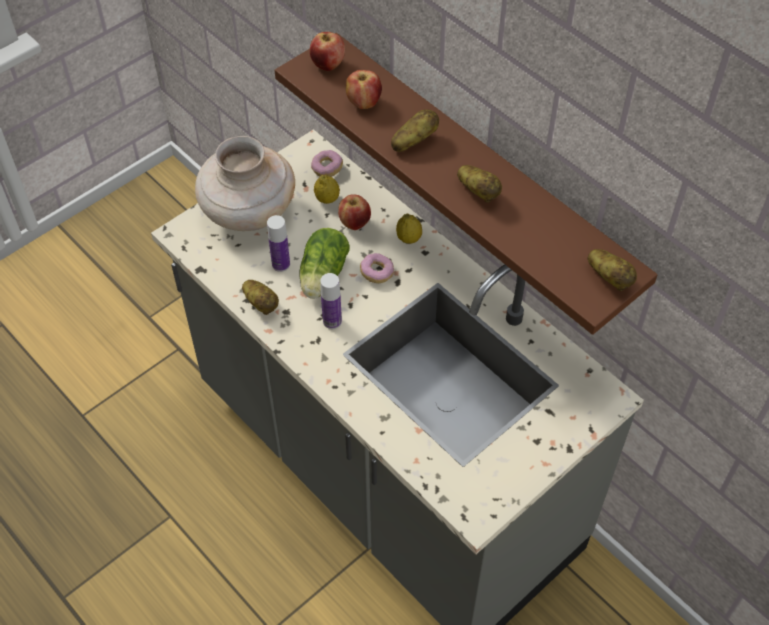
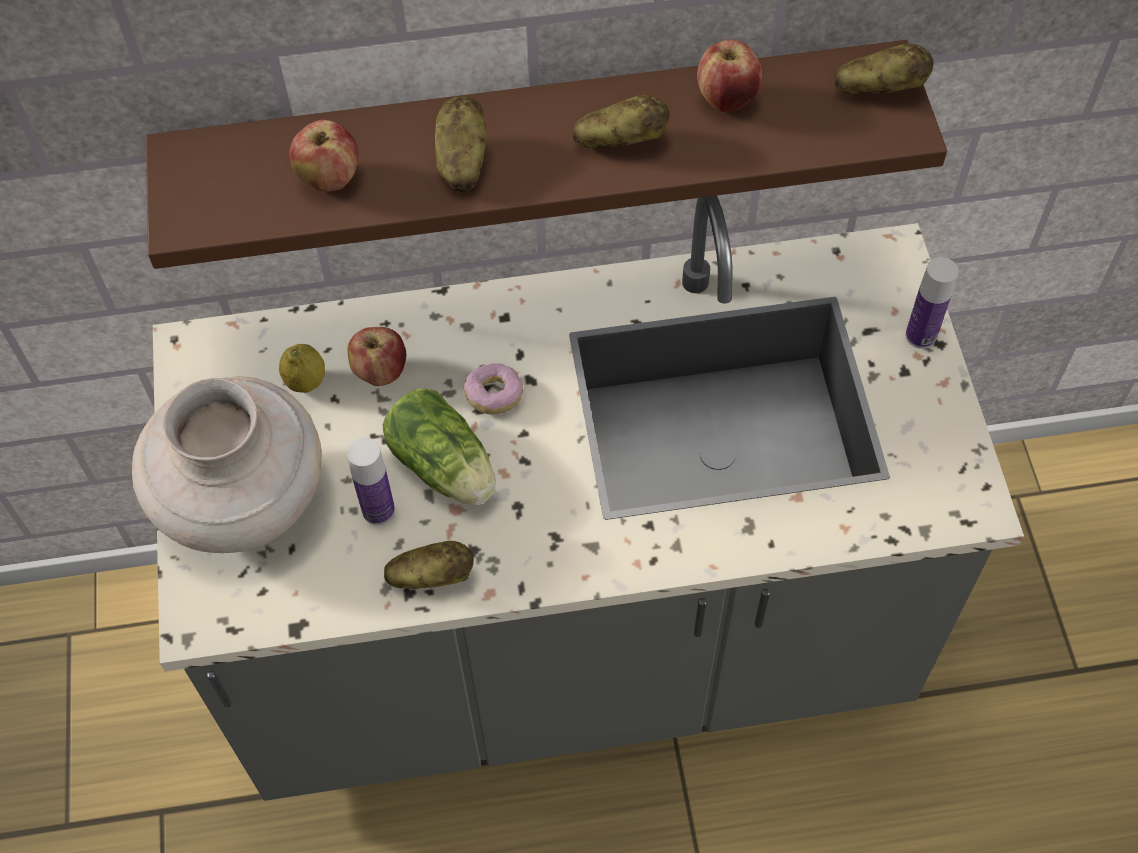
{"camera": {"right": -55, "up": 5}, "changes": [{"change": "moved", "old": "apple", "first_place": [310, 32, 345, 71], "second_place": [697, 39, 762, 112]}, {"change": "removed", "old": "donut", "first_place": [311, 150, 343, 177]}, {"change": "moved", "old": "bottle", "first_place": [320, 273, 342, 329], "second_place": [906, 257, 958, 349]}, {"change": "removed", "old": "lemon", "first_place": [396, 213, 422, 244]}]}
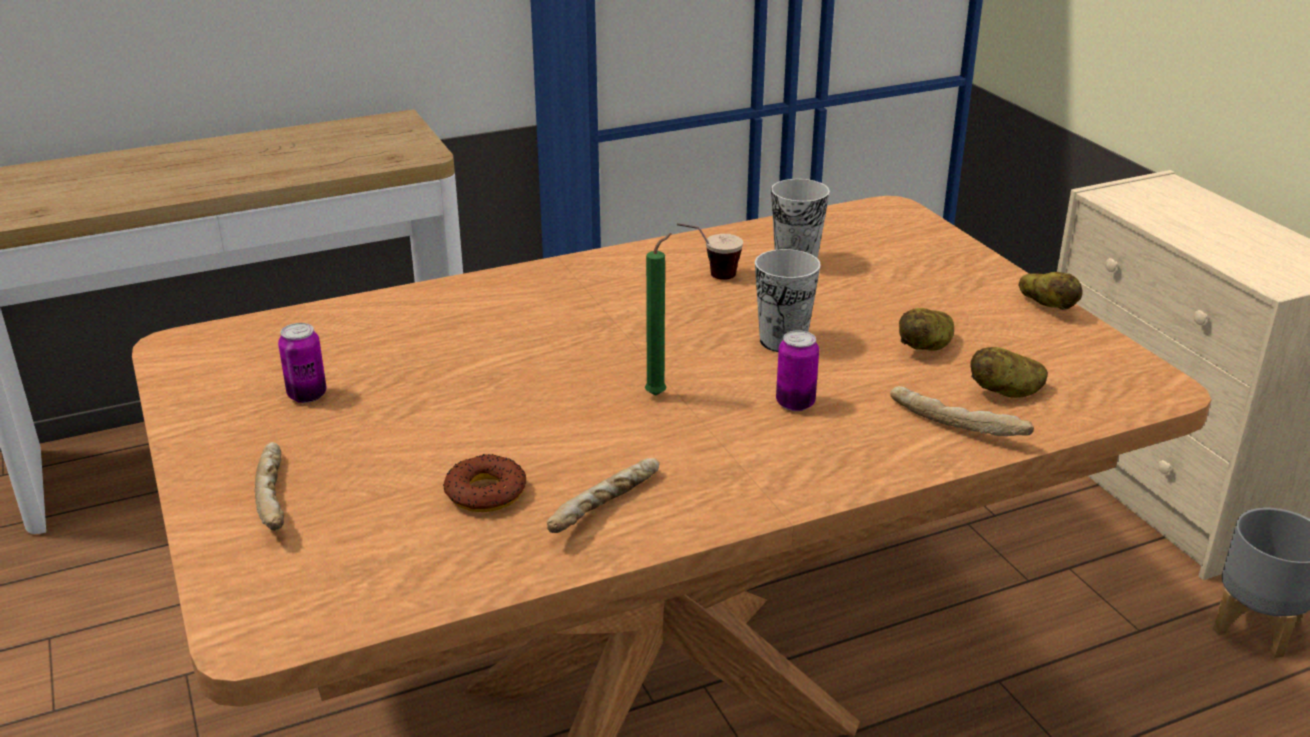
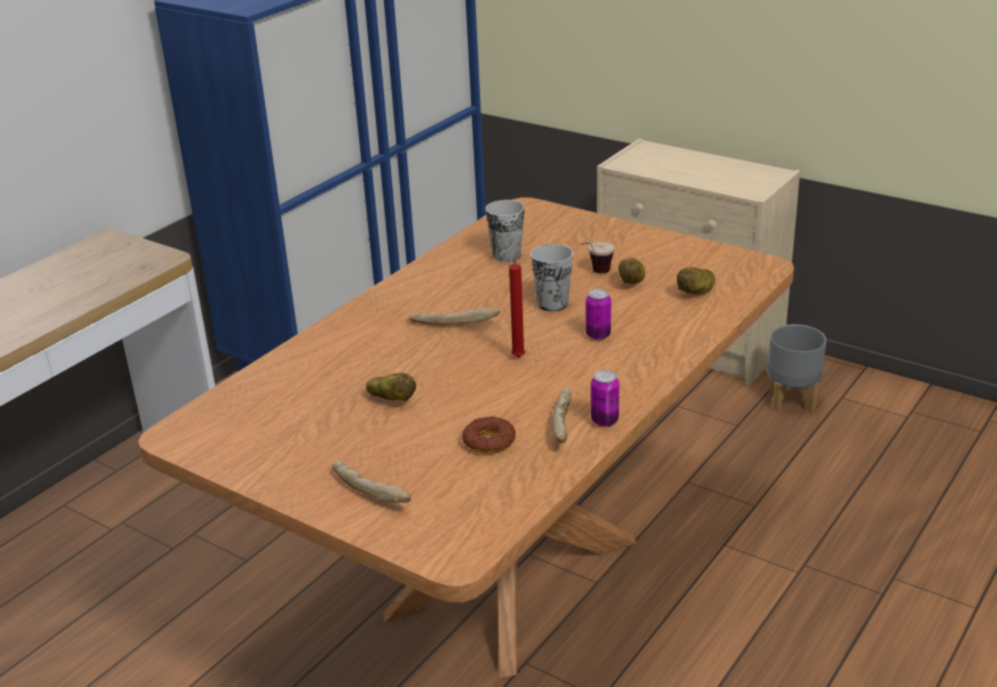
{"camera": {"right": -30, "up": 0}, "changes": [{"change": "moved", "old": "can", "first_place": [278, 323, 326, 403], "second_place": [591, 370, 619, 427]}, {"change": "recoloured", "old": "green candle", "new": "red candle", "first_place": [645, 233, 672, 396], "second_place": [509, 251, 525, 358]}, {"change": "moved", "old": "cup", "first_place": [677, 223, 743, 280], "second_place": [580, 242, 614, 273]}, {"change": "moved", "old": "bread", "first_place": [890, 386, 1034, 436], "second_place": [409, 307, 500, 326]}, {"change": "moved", "old": "potato", "first_place": [1019, 272, 1083, 310], "second_place": [366, 373, 416, 401]}]}
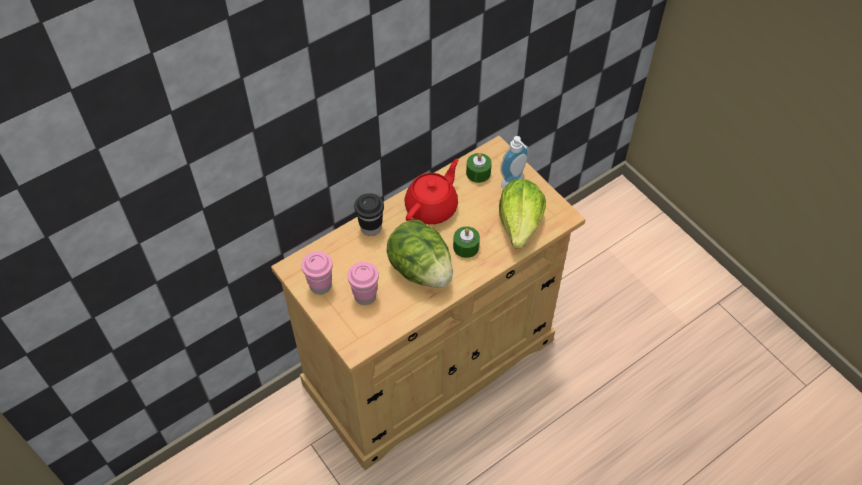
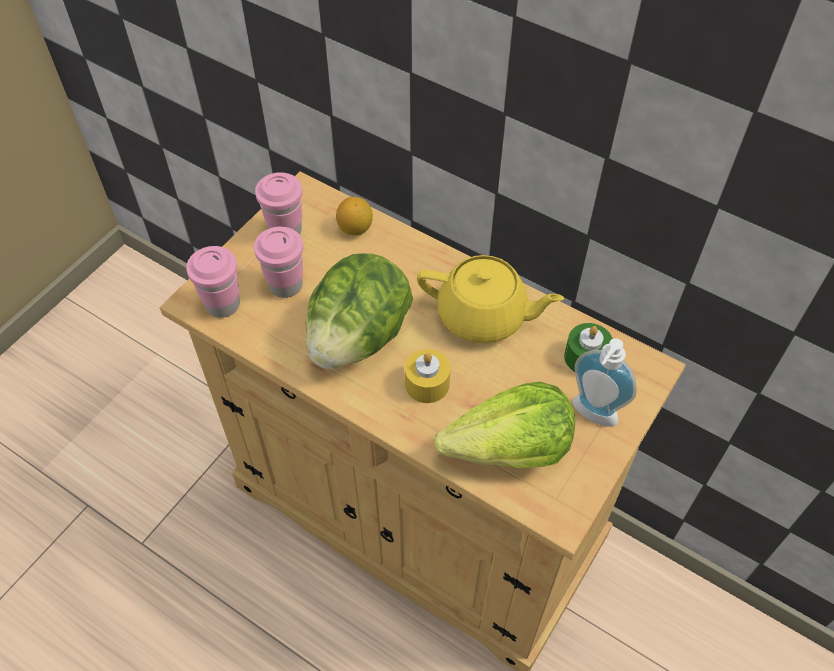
{"camera": {"right": 70, "up": 0}, "changes": [{"change": "removed", "old": "black cup", "first_place": [354, 193, 384, 236]}, {"change": "recoloured", "old": "red teapot", "new": "yellow teapot", "first_place": [405, 159, 458, 224], "second_place": [417, 255, 564, 343]}, {"change": "recoloured", "old": "green candle", "new": "yellow candle", "first_place": [453, 226, 480, 258], "second_place": [405, 349, 450, 403]}, {"change": "added", "new": "pink cup", "second_place": [186, 246, 240, 318]}, {"change": "added", "new": "lemon", "second_place": [336, 197, 373, 235]}]}
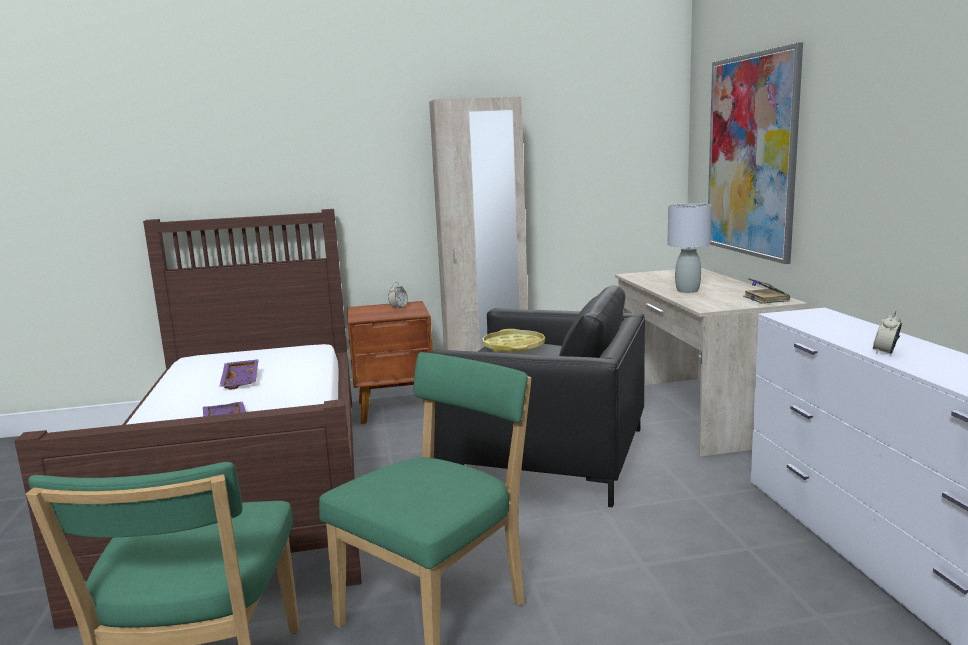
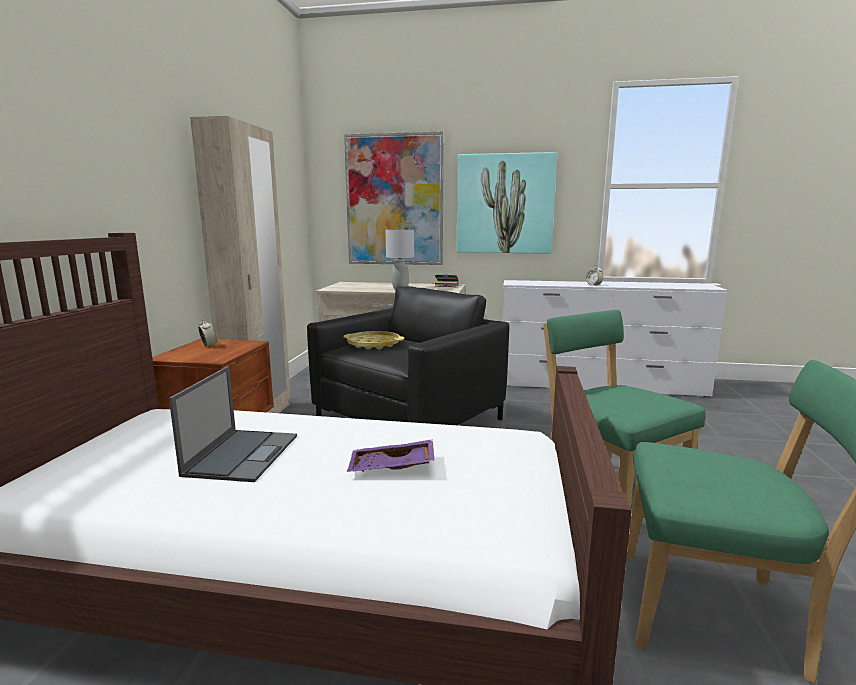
{"camera": {"right": -70, "up": 0}, "changes": [{"change": "replaced", "old": "purple tray", "new": "laptop", "first_place": [219, 359, 259, 390], "second_place": [169, 366, 297, 482]}, {"change": "added", "new": "picture", "second_place": [457, 152, 557, 254]}]}
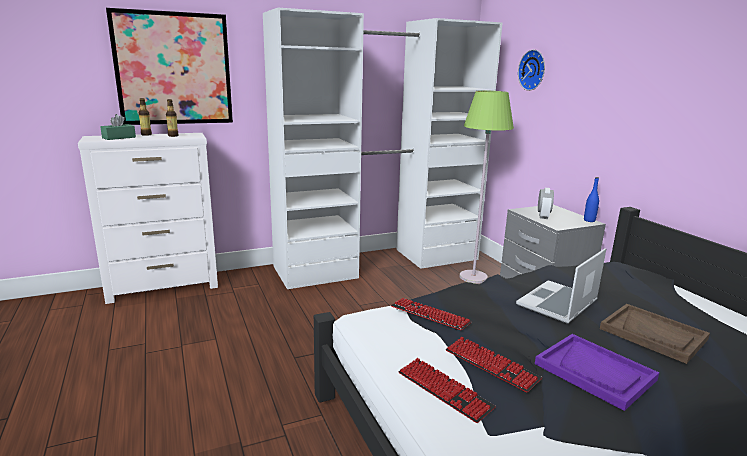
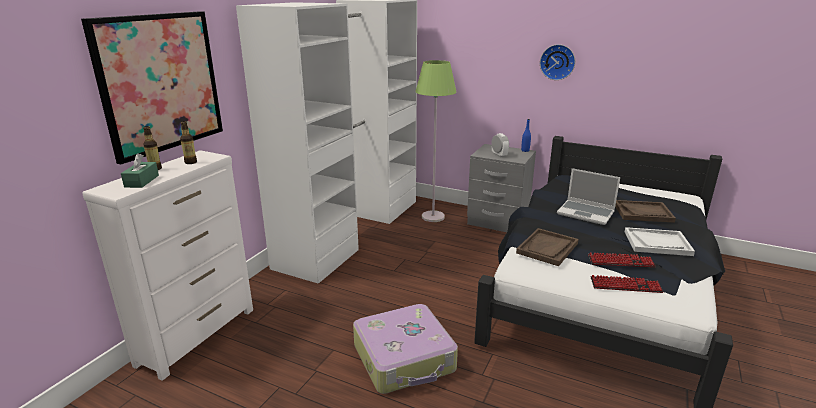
{"camera": {"right": -40, "up": 5}, "changes": [{"change": "replaced", "old": "keyboard", "new": "brown tray", "first_place": [391, 298, 471, 330], "second_place": [516, 228, 578, 266]}, {"change": "turned", "old": "laptop", "first_place": [516, 248, 606, 324], "second_place": [557, 168, 620, 225], "degrees": -60}, {"change": "moved", "old": "wall clock", "first_place": [518, 50, 545, 91], "second_place": [540, 44, 575, 80]}, {"change": "recoloured", "old": "purple tray", "new": "white tray", "first_place": [535, 334, 659, 411], "second_place": [625, 227, 695, 256]}, {"change": "added", "new": "suitcase", "second_place": [353, 304, 458, 394]}]}
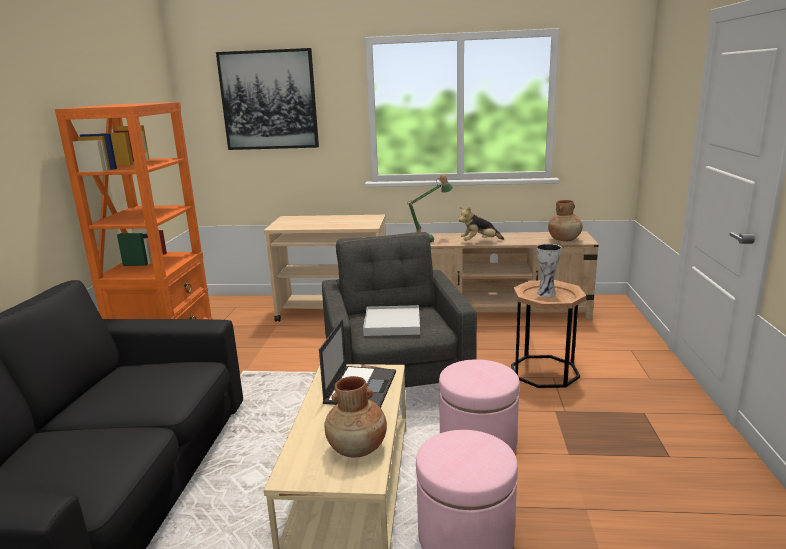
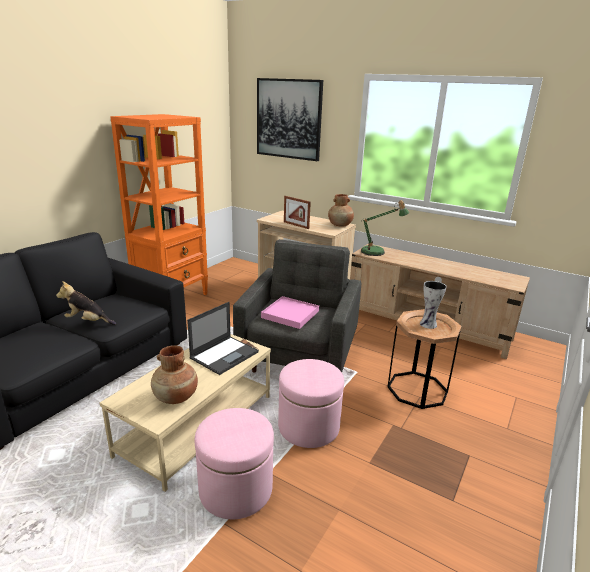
{"camera": {"right": 25, "up": 5}, "changes": [{"change": "recoloured", "old": "white tray", "new": "pink tray", "first_place": [363, 305, 420, 336], "second_place": [261, 296, 319, 329]}, {"change": "moved", "old": "plush toy", "first_place": [459, 207, 504, 241], "second_place": [56, 281, 116, 325]}, {"change": "moved", "old": "brown vase", "first_place": [548, 200, 583, 241], "second_place": [328, 194, 354, 227]}, {"change": "added", "new": "picture frame", "second_place": [284, 196, 311, 229]}]}
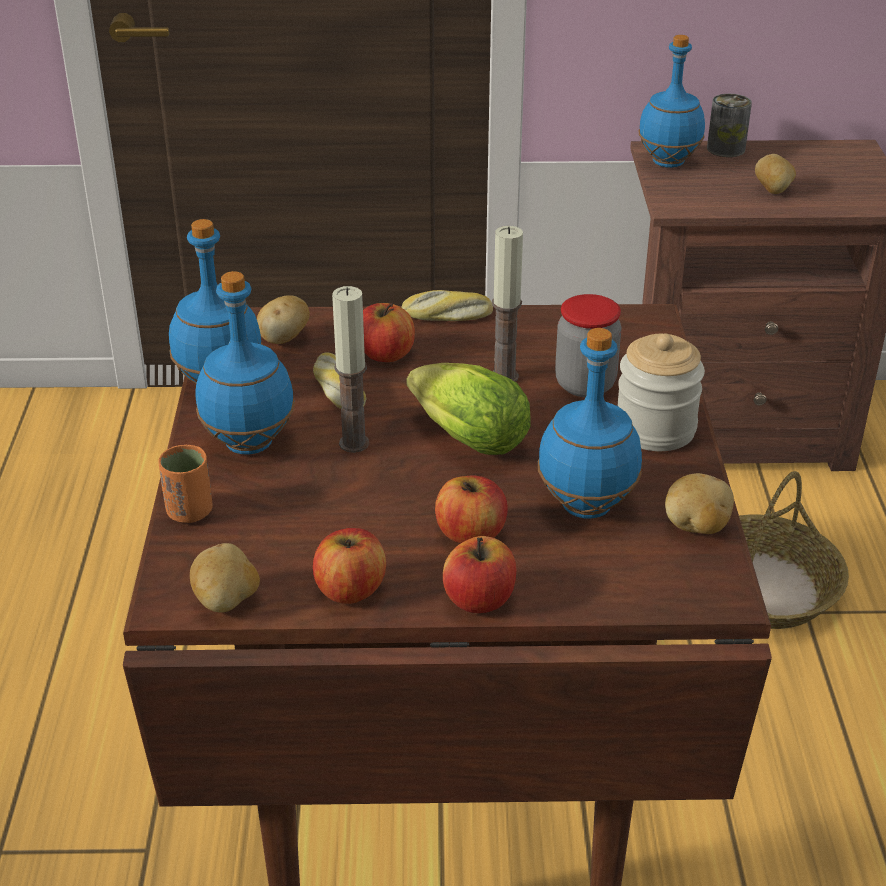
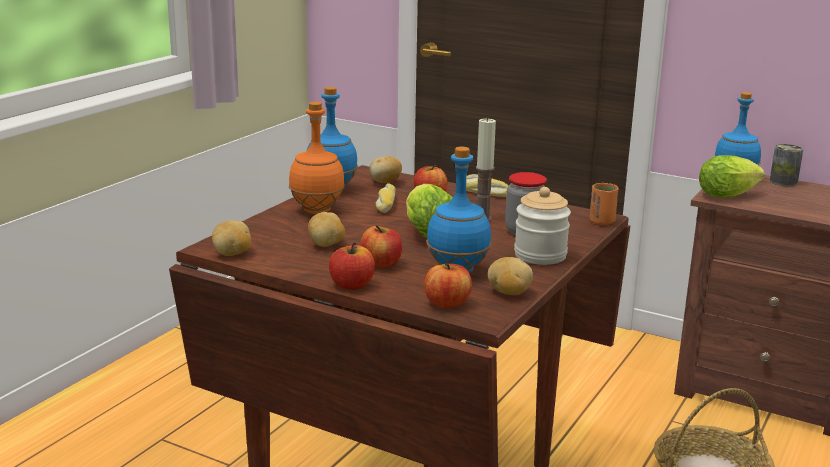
{"camera": {"right": 30, "up": -15}, "changes": [{"change": "moved", "old": "orange cup", "first_place": [158, 445, 213, 523], "second_place": [590, 183, 618, 225]}, {"change": "recoloured", "old": "blue bottle", "new": "orange bottle", "first_place": [196, 271, 295, 454], "second_place": [289, 102, 345, 214]}, {"change": "moved", "old": "apple", "first_place": [313, 528, 386, 604], "second_place": [424, 263, 472, 308]}, {"change": "removed", "old": "candle", "first_place": [332, 286, 369, 453]}, {"change": "moved", "old": "potato", "first_place": [755, 154, 796, 194], "second_place": [308, 212, 345, 247]}, {"change": "added", "new": "lettuce", "second_place": [699, 155, 765, 198]}]}
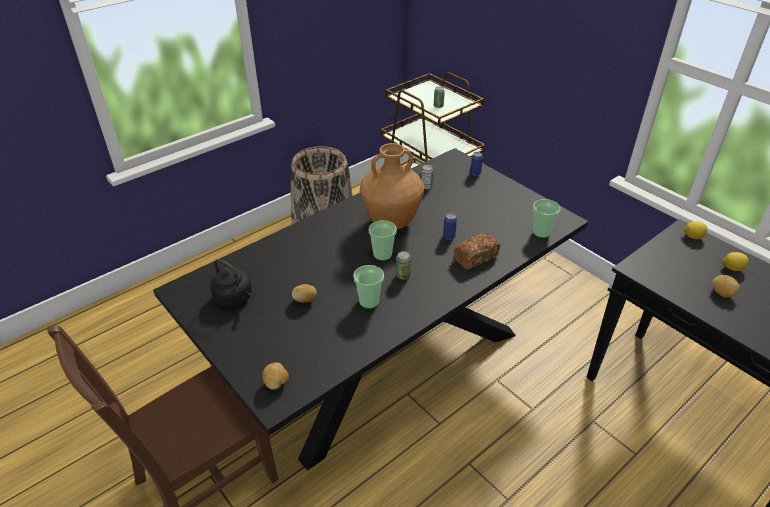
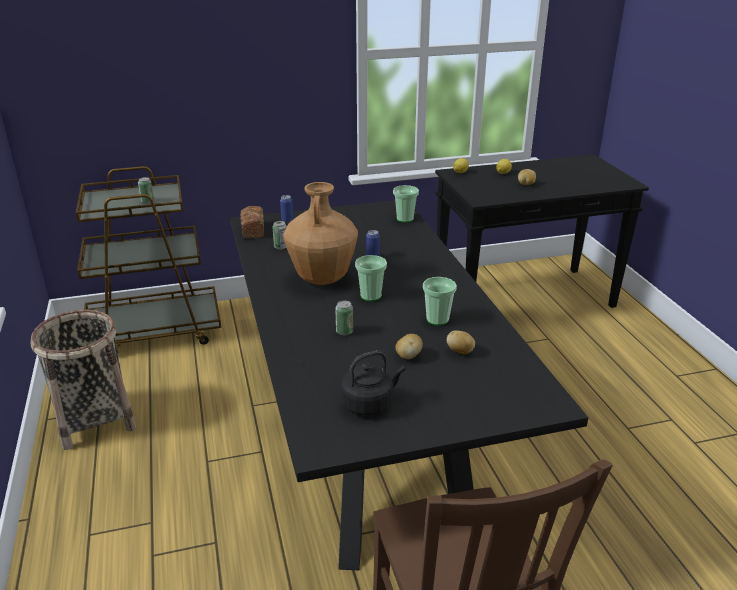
{"camera": {"right": -65, "up": -10}, "changes": [{"change": "moved", "old": "potato", "first_place": [262, 362, 289, 390], "second_place": [447, 330, 475, 354]}, {"change": "moved", "old": "can", "first_place": [396, 251, 411, 279], "second_place": [335, 300, 353, 335]}, {"change": "moved", "old": "bread", "first_place": [454, 233, 500, 269], "second_place": [240, 206, 264, 238]}]}
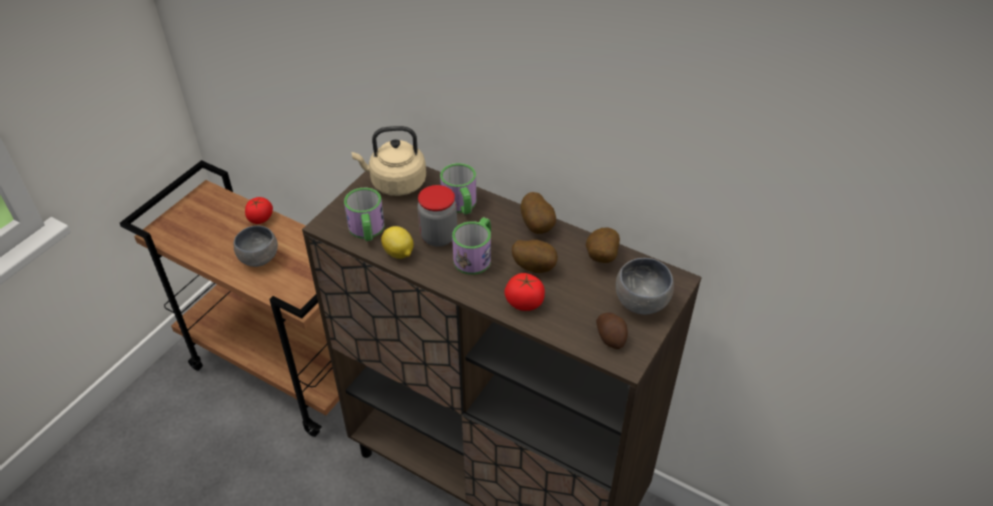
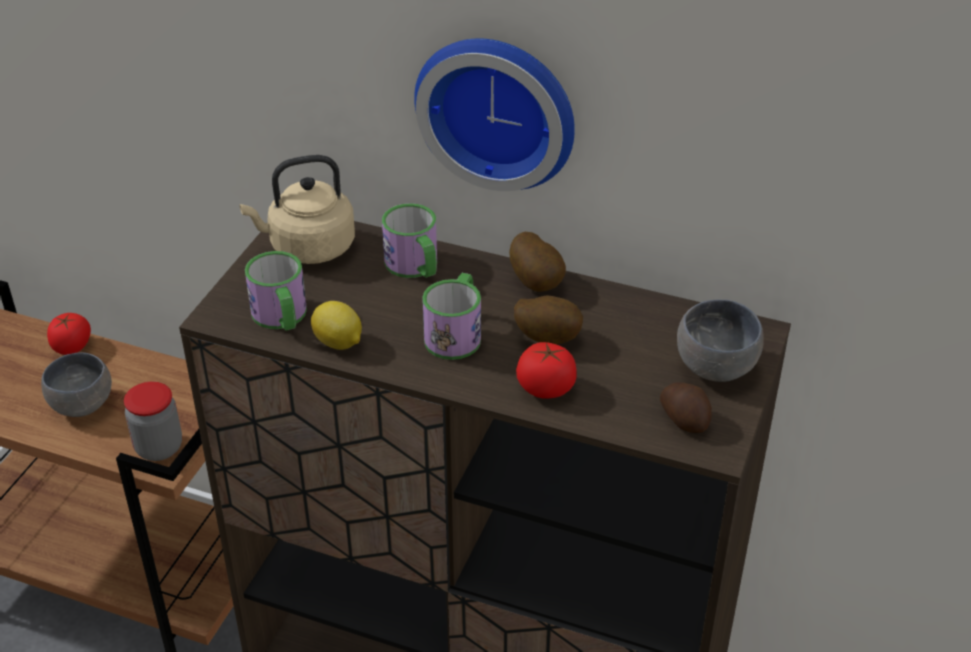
{"camera": {"right": -10, "up": -5}, "changes": [{"change": "moved", "old": "jar", "first_place": [417, 185, 457, 247], "second_place": [124, 381, 182, 461]}, {"change": "removed", "old": "potato", "first_place": [586, 228, 620, 263]}, {"change": "added", "new": "wall clock", "second_place": [414, 38, 575, 191]}]}
